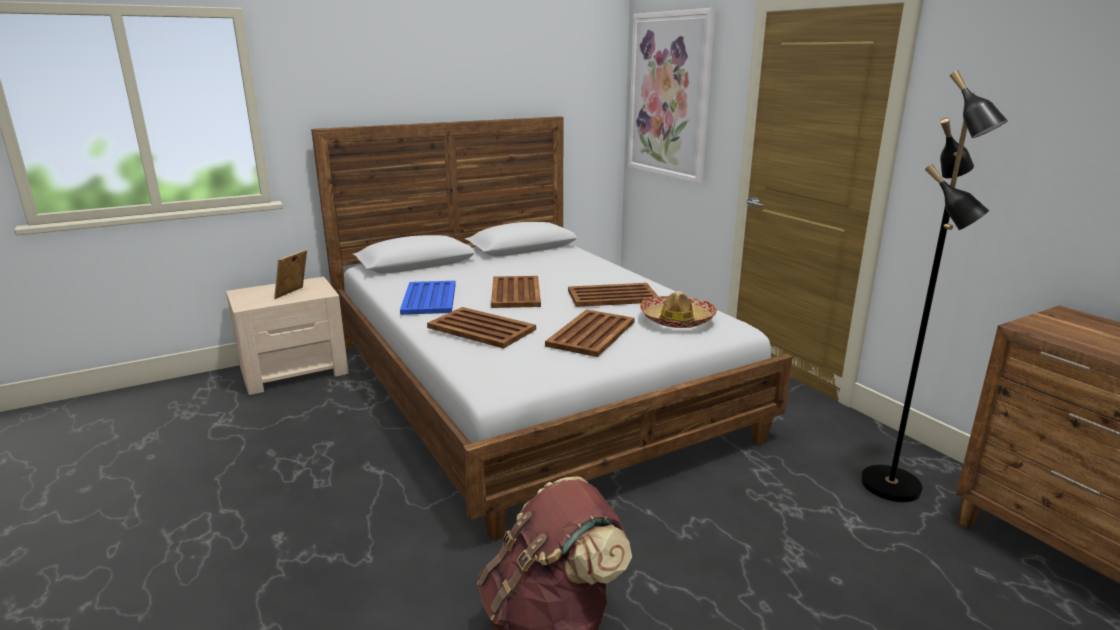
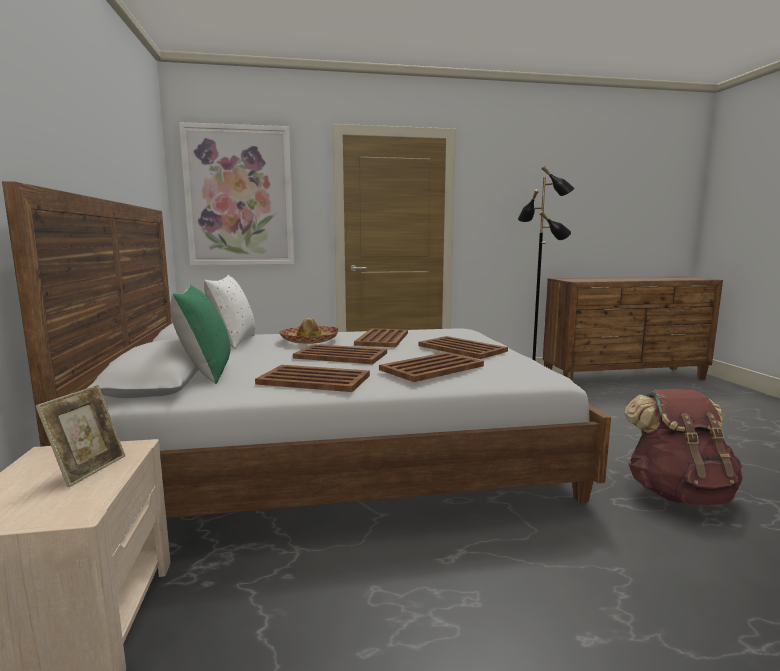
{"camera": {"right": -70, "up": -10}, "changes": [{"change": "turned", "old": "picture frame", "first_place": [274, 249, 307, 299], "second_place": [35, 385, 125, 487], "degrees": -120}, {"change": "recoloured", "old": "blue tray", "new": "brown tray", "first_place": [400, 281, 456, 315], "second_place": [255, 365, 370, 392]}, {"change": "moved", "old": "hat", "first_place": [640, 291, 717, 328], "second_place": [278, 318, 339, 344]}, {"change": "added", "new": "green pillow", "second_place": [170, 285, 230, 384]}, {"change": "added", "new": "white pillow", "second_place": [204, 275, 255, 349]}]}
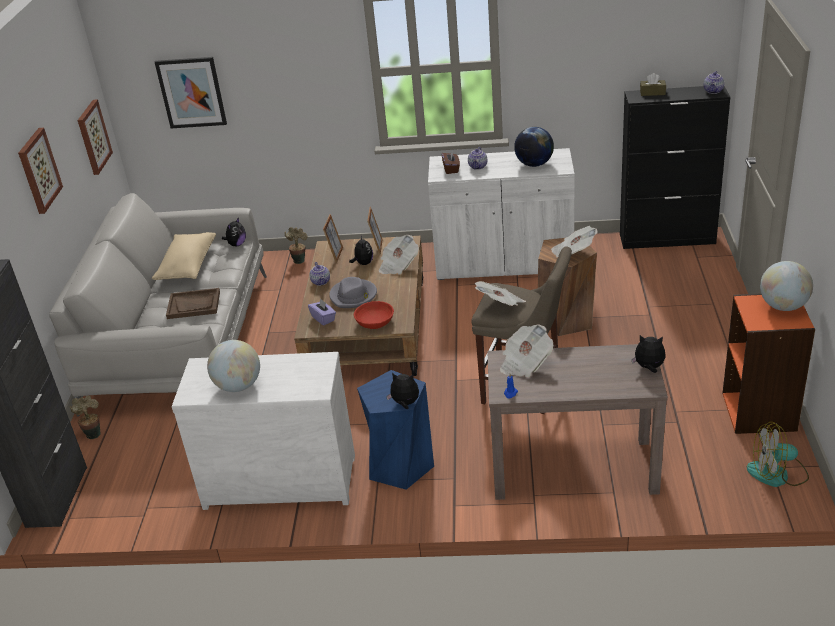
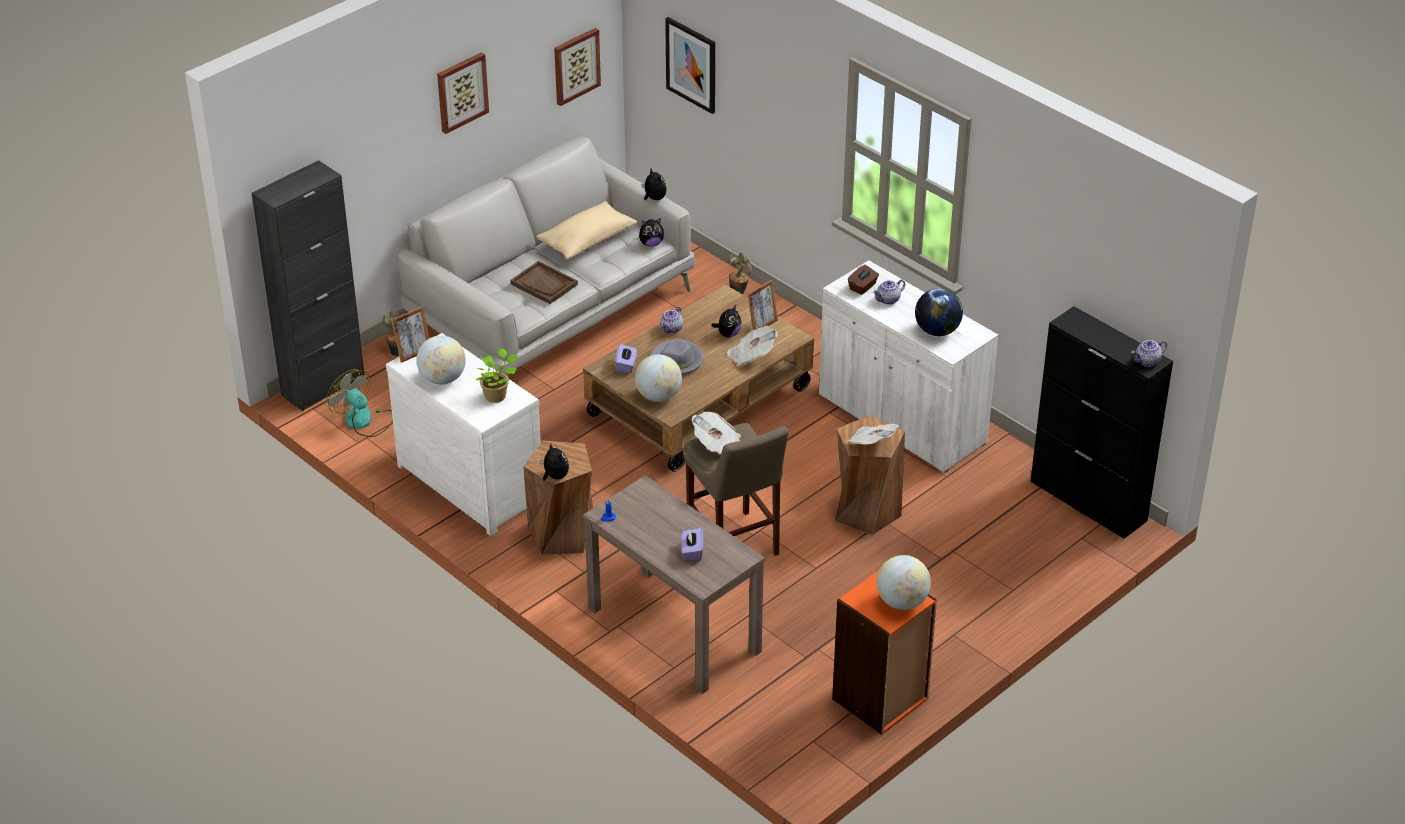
{"camera": {"right": 40, "up": 5}, "changes": [{"change": "moved", "old": "picture frame", "first_place": [323, 214, 343, 263], "second_place": [392, 306, 429, 363]}, {"change": "replaced", "old": "red bowl", "new": "globe", "first_place": [354, 301, 394, 329], "second_place": [635, 354, 682, 402]}, {"change": "recoloured", "old": "blue stool", "new": "brown stool", "first_place": [357, 370, 434, 490], "second_place": [523, 441, 593, 555]}, {"change": "removed", "old": "newspaper", "first_place": [500, 325, 553, 377]}, {"change": "moved", "old": "plush toy", "first_place": [632, 335, 666, 373], "second_place": [642, 168, 666, 200]}, {"change": "removed", "old": "brown tissue box", "first_place": [640, 73, 666, 96]}, {"change": "moved", "old": "fan", "first_place": [747, 422, 809, 487], "second_place": [327, 369, 393, 437]}, {"change": "added", "new": "potted plant", "second_place": [476, 348, 518, 403]}, {"change": "added", "new": "purple tissue box", "second_place": [681, 528, 703, 561]}]}
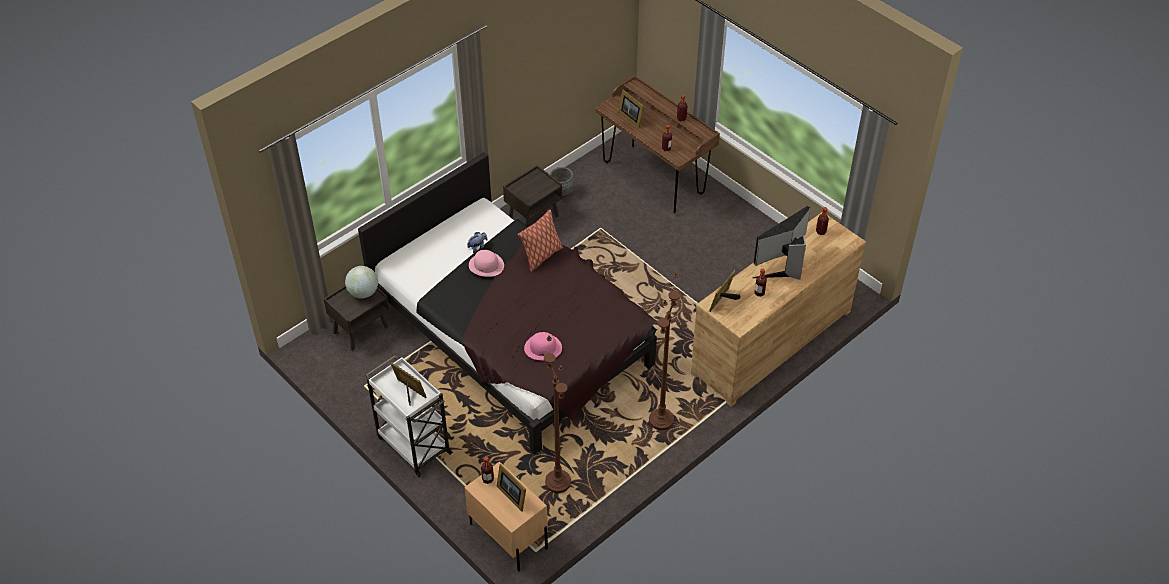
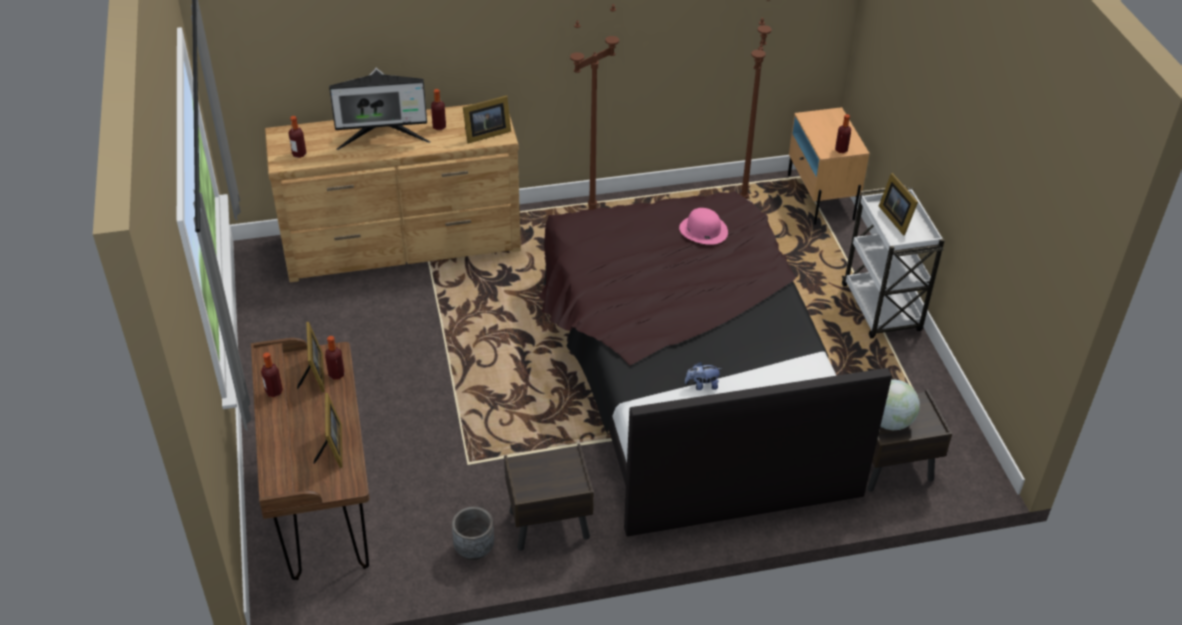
{"camera": {"right": -150, "up": -5}, "changes": [{"change": "removed", "old": "pink hat", "first_place": [469, 250, 504, 277]}, {"change": "moved", "old": "picture frame", "first_place": [497, 464, 526, 512], "second_place": [297, 322, 325, 392]}, {"change": "removed", "old": "pillow", "first_place": [517, 209, 563, 272]}]}
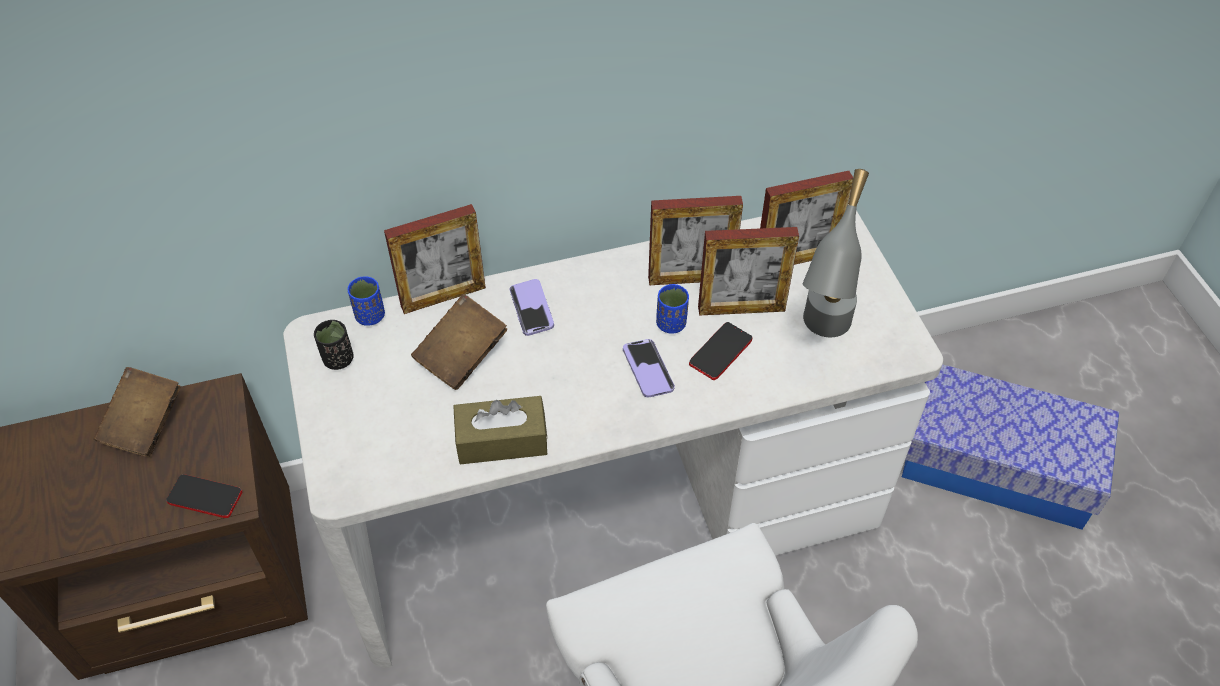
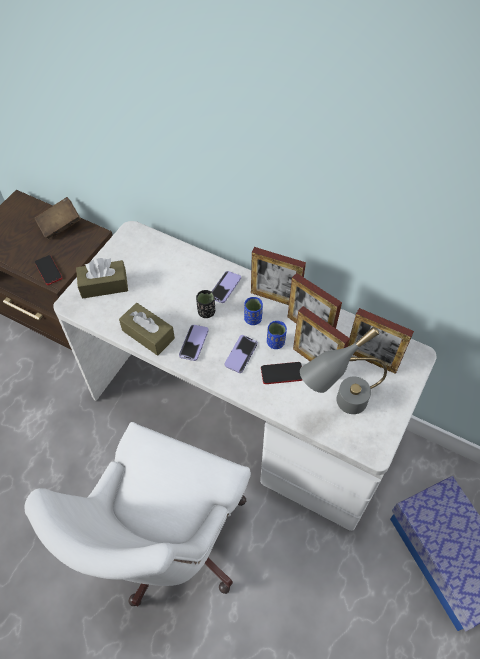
{"camera": {"right": 45, "up": 5}, "changes": [{"change": "moved", "old": "black cup", "first_place": [314, 320, 354, 370], "second_place": [196, 290, 215, 318]}, {"change": "moved", "old": "blue cup", "first_place": [347, 276, 385, 326], "second_place": [244, 297, 263, 325]}, {"change": "moved", "old": "picture frame", "first_place": [384, 204, 486, 314], "second_place": [251, 247, 306, 305]}, {"change": "removed", "old": "brown book", "first_place": [411, 294, 507, 390]}, {"change": "added", "new": "brown tissue box", "second_place": [76, 258, 128, 299]}, {"change": "added", "new": "phone", "second_place": [179, 325, 209, 361]}]}
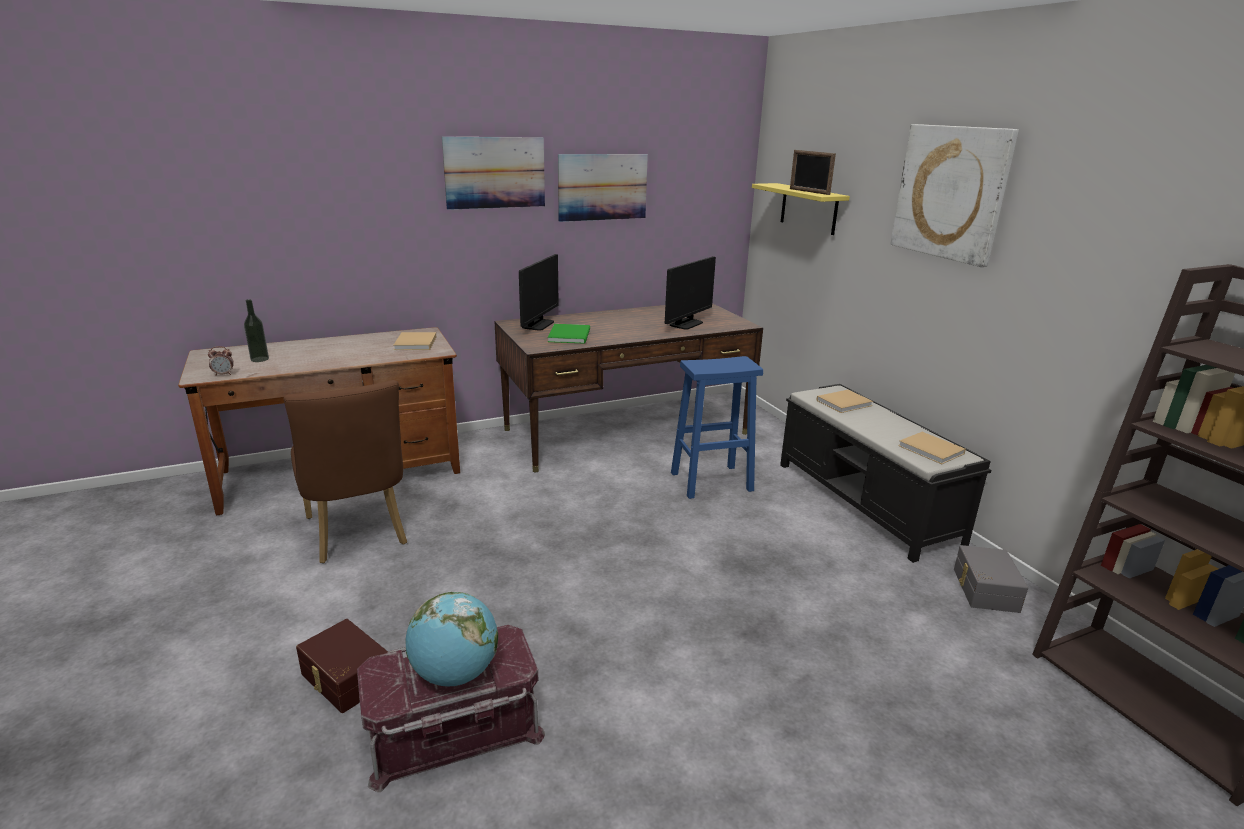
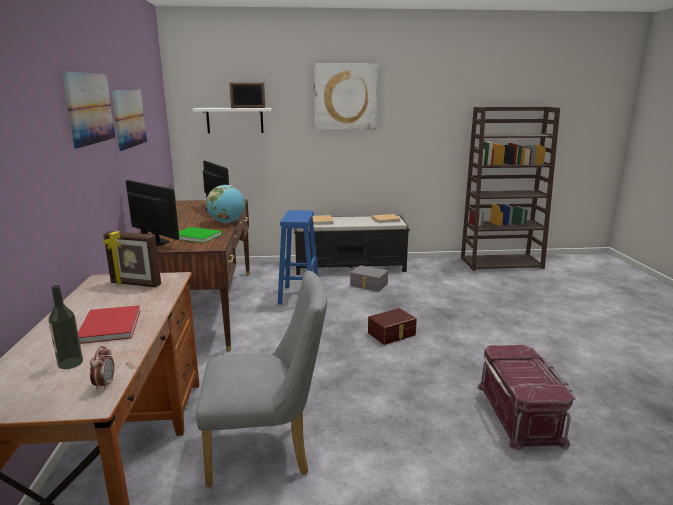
{"camera": {"right": -70, "up": -5}, "changes": [{"change": "recoloured", "old": "brown chair", "new": "grey chair", "first_place": [283, 380, 407, 563], "second_place": [196, 270, 327, 487]}, {"change": "moved", "old": "brown storage box", "first_place": [296, 619, 388, 713], "second_place": [368, 308, 417, 345]}, {"change": "replaced", "old": "beige book", "new": "picture frame", "first_place": [394, 332, 436, 350], "second_place": [103, 231, 161, 287]}, {"change": "moved", "old": "globe", "first_place": [405, 592, 498, 687], "second_place": [206, 185, 245, 223]}, {"change": "recoloured", "old": "yellow shelf", "new": "white shelf", "first_place": [752, 183, 850, 235], "second_place": [192, 108, 272, 133]}, {"change": "moved", "old": "grey storage box", "first_place": [954, 545, 1028, 613], "second_place": [350, 265, 388, 292]}, {"change": "added", "new": "red book", "second_place": [78, 305, 141, 344]}]}
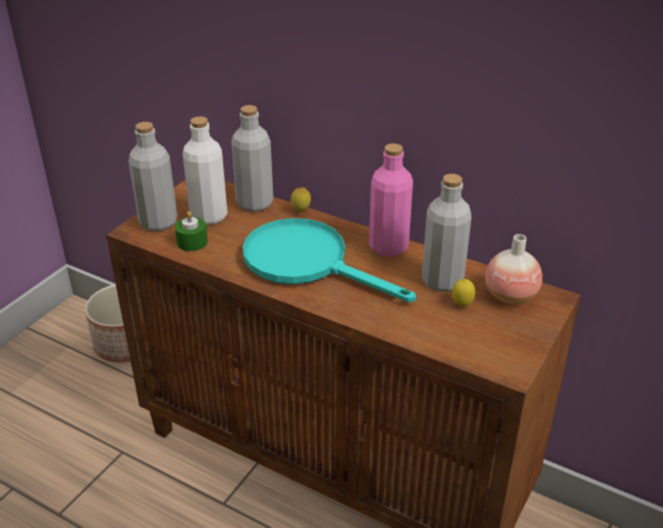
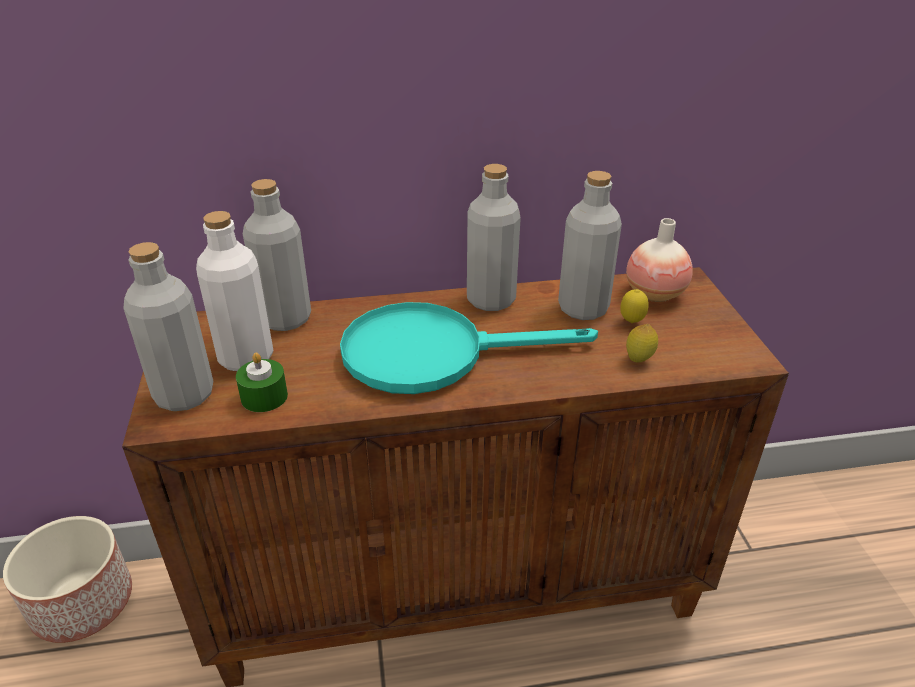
{"camera": {"right": -40, "up": 0}, "changes": [{"change": "moved", "old": "lemon", "first_place": [291, 187, 311, 212], "second_place": [626, 324, 658, 363]}, {"change": "recoloured", "old": "pink bottle", "new": "grey bottle", "first_place": [369, 143, 413, 257], "second_place": [467, 164, 521, 311]}]}
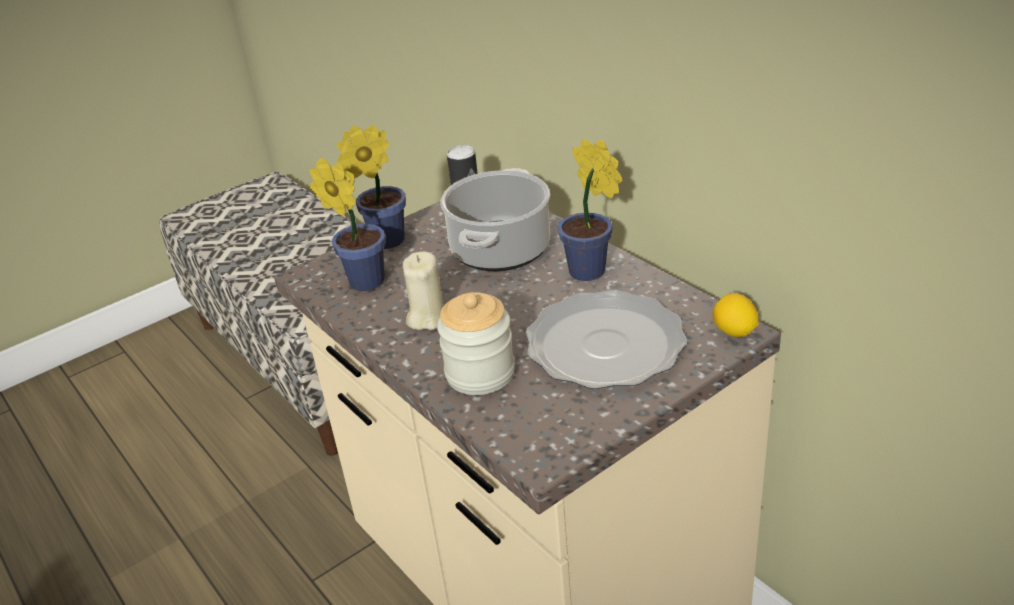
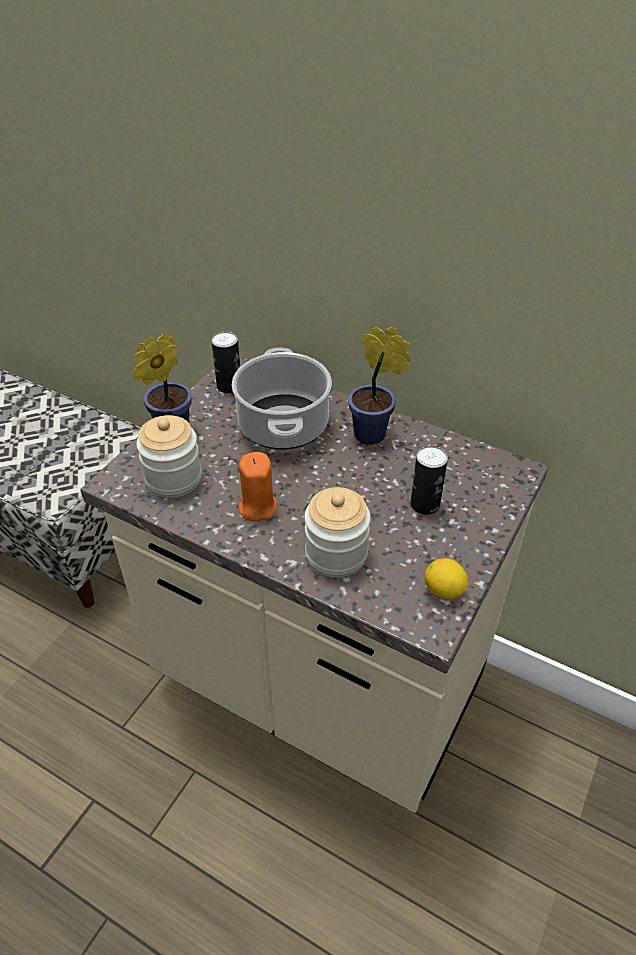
{"camera": {"right": -25, "up": 10}, "changes": [{"change": "replaced", "old": "potted plant", "new": "jar", "first_place": [309, 158, 386, 291], "second_place": [136, 415, 202, 498]}, {"change": "recoloured", "old": "beige candle", "new": "orange candle", "first_place": [403, 252, 443, 330], "second_place": [238, 452, 277, 522]}, {"change": "replaced", "old": "plate", "new": "can", "first_place": [526, 290, 687, 389], "second_place": [410, 445, 448, 515]}, {"change": "moved", "old": "lemon", "first_place": [713, 293, 759, 337], "second_place": [425, 558, 468, 599]}]}
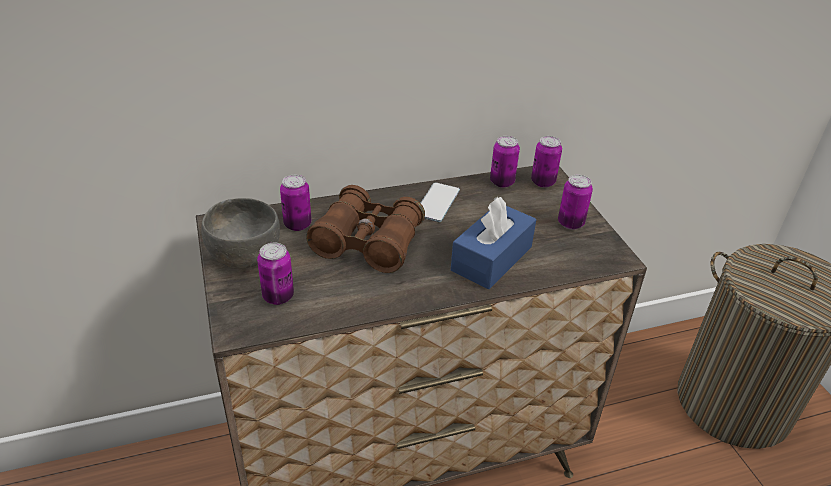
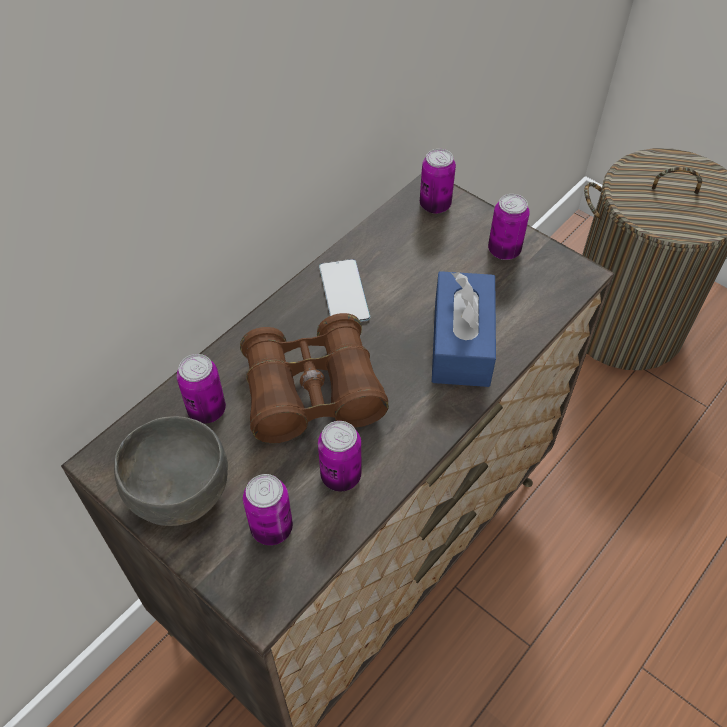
{"camera": {"right": -30, "up": 15}, "changes": [{"change": "moved", "old": "can", "first_place": [490, 136, 520, 188], "second_place": [318, 421, 361, 491]}]}
